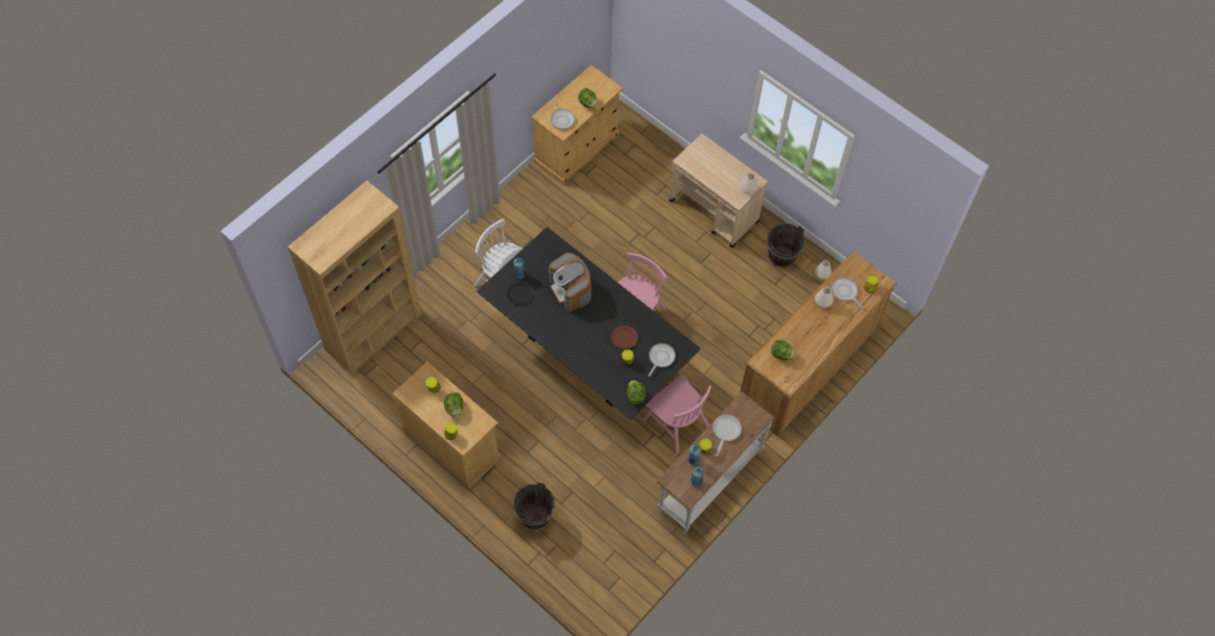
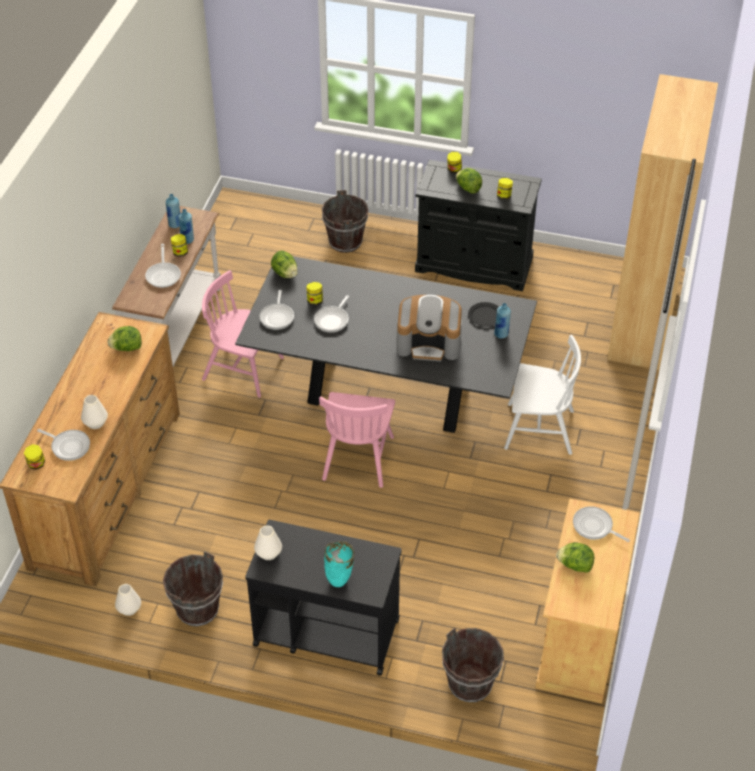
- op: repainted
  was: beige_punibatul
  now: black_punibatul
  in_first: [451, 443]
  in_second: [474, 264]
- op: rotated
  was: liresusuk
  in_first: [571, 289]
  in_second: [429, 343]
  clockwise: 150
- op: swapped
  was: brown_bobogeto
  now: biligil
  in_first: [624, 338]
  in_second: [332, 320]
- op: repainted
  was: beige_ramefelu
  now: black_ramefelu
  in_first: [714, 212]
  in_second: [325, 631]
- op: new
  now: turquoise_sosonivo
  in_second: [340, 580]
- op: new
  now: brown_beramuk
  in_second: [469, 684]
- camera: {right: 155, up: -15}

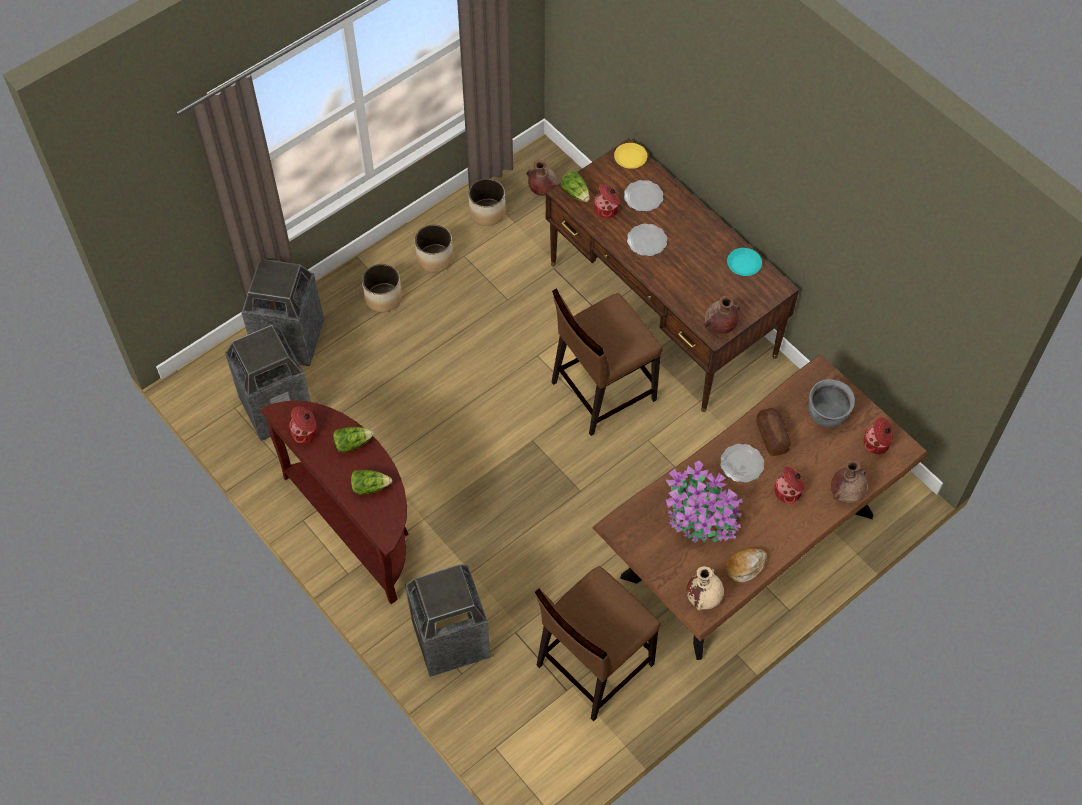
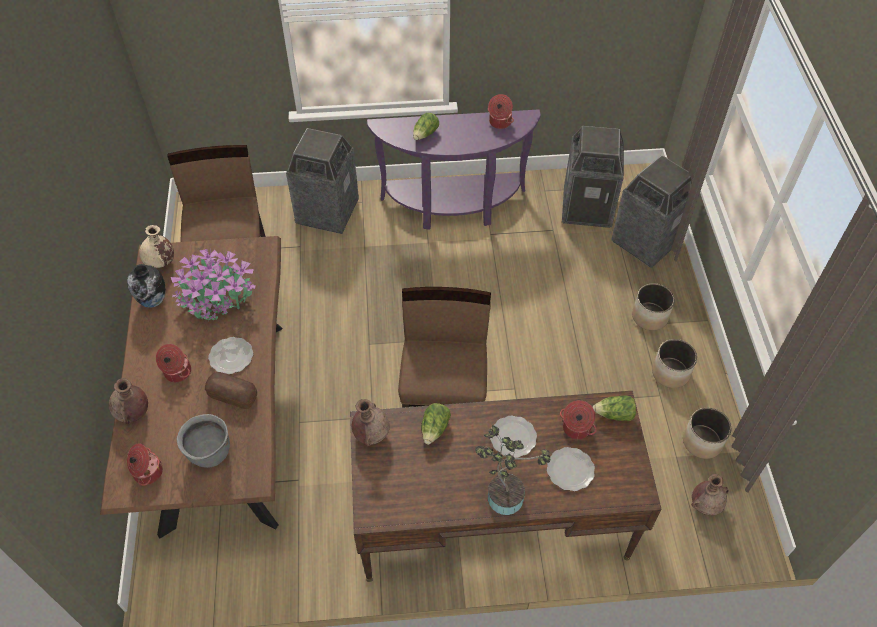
- op: repainted
  was: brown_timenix
  now: purple_timenix
  in_first: [358, 524]
  in_second: [454, 207]
- op: shifted
  was: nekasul
  in_first: [352, 443]
  in_second: [435, 429]
- op: gone
  was: yellow_bobogeto
  in_first: [630, 158]
- op: swapped
  was: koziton
  now: sosonivo
  in_first: [745, 567]
  in_second: [154, 302]
- op: gone
  was: turquoise_bobogeto
  in_first: [744, 264]
- op: new
  now: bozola
  in_second: [503, 494]
- camera: {right: 125, up: -5}

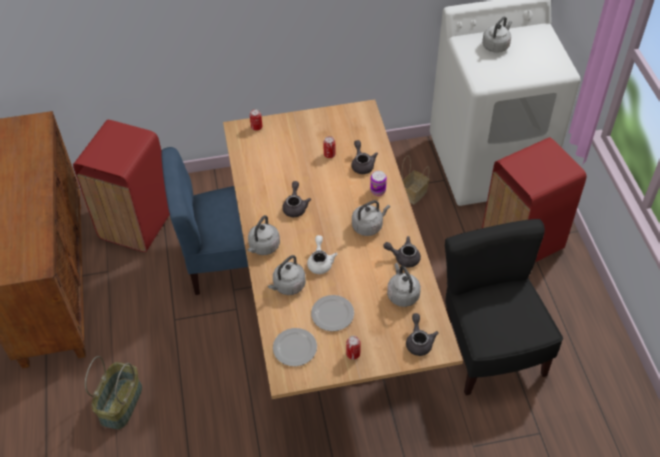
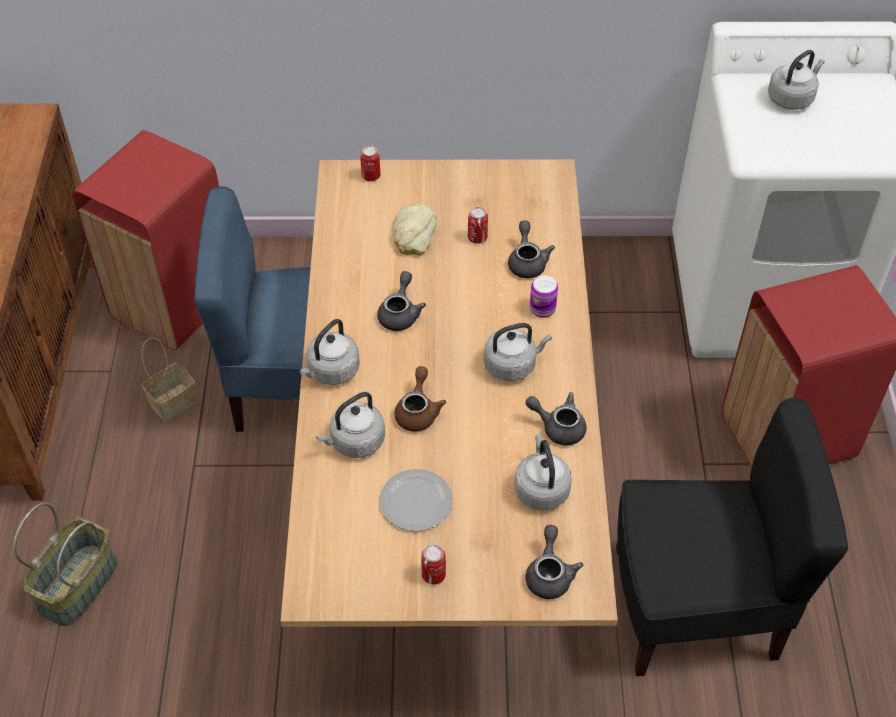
- op: gone
  was: bobogeto
  in_first: [295, 347]
- op: repainted
  was: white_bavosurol
  now: brown_bavosurol
  in_first: [320, 262]
  in_second: [418, 411]
- op: shifted
  was: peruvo
  in_first: [413, 193]
  in_second: [174, 401]
- op: rotated
  was: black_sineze
  in_first: [491, 350]
  in_second: [696, 607]
  clockwise: 90
- op: new
  now: koziton
  in_second: [413, 235]
- camera: {right: 10, up: 0}

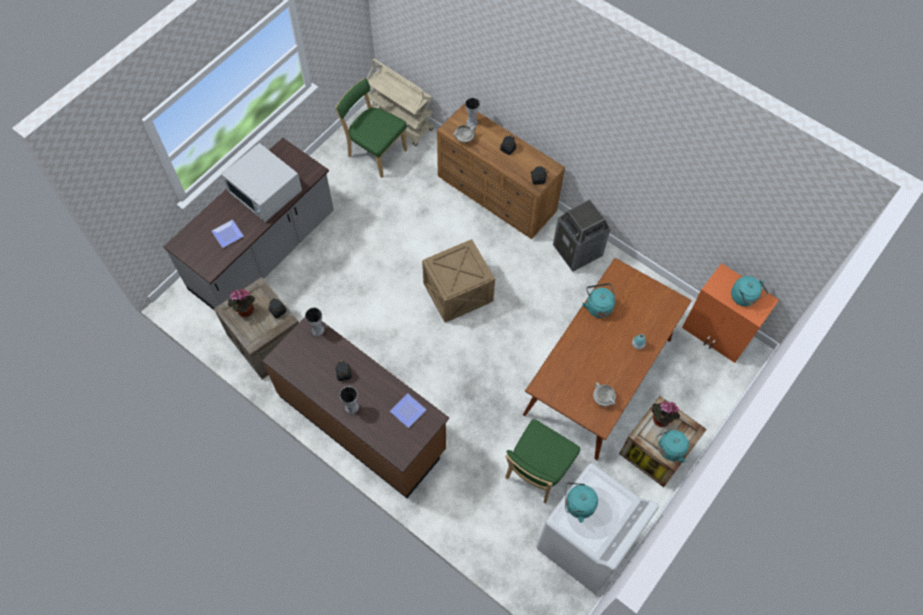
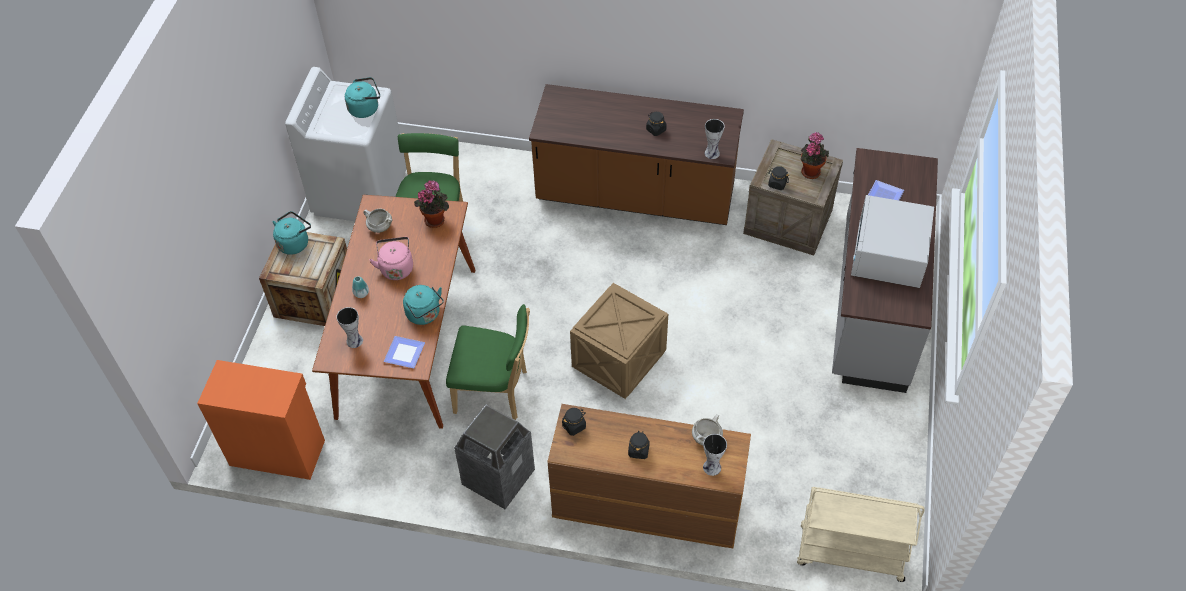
- op: rotated
  was: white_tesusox
  in_first: [265, 192]
  in_second: [888, 255]
  clockwise: -90
- op: shifted
  was: green_sineze
  in_first: [375, 152]
  in_second: [495, 392]
- op: shifted
  was: sosonivo
  in_first: [351, 407]
  in_second: [355, 340]
- op: shifted
  was: bobogeto
  in_first: [406, 411]
  in_second: [406, 352]
- op: shifted
  was: bozola
  in_first: [659, 420]
  in_second: [435, 219]
- op: gone
  was: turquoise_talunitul
  in_first: [744, 298]
- op: new
  now: pink_talunitul
  in_second: [396, 267]
- camera: {right: 155, up: -10}

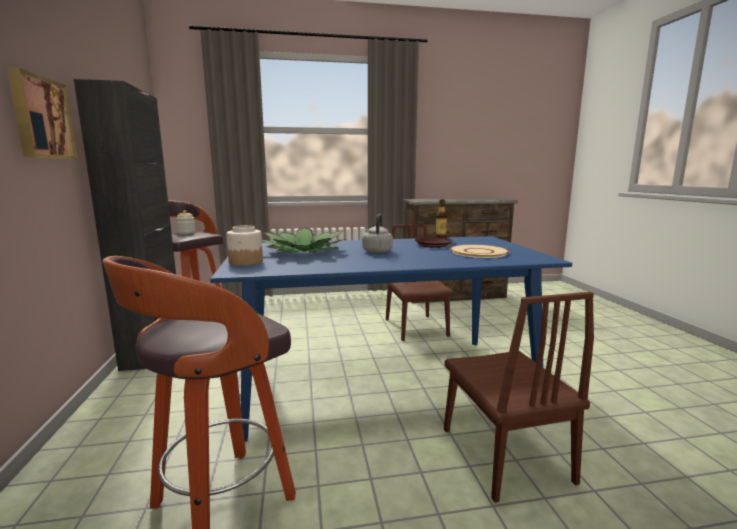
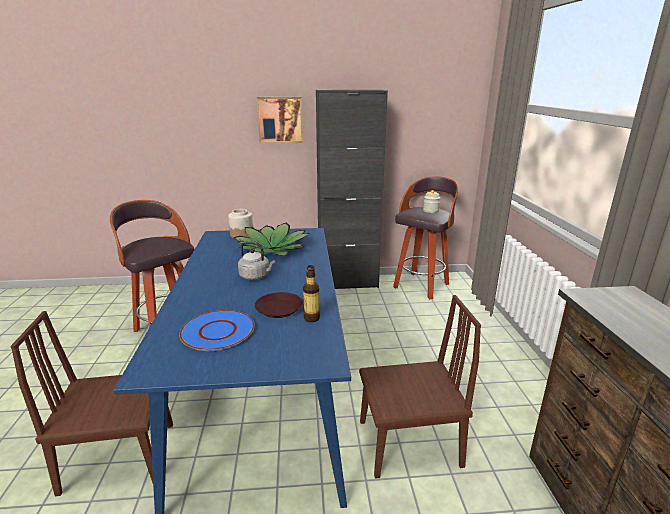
- op: repainted
  was: beige_bobogeto
  now: blue_bobogeto
  in_first: [478, 252]
  in_second: [217, 331]
- camera: {right: 95, up: 10}

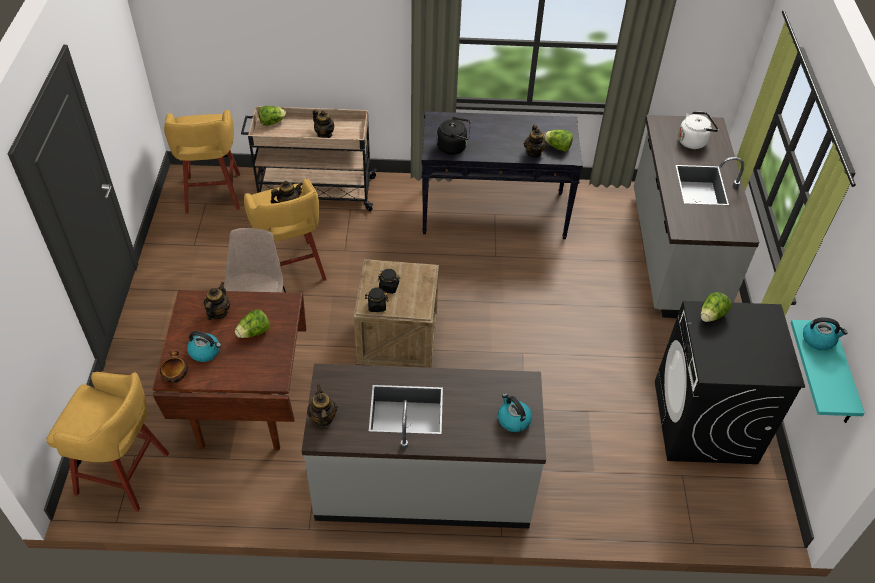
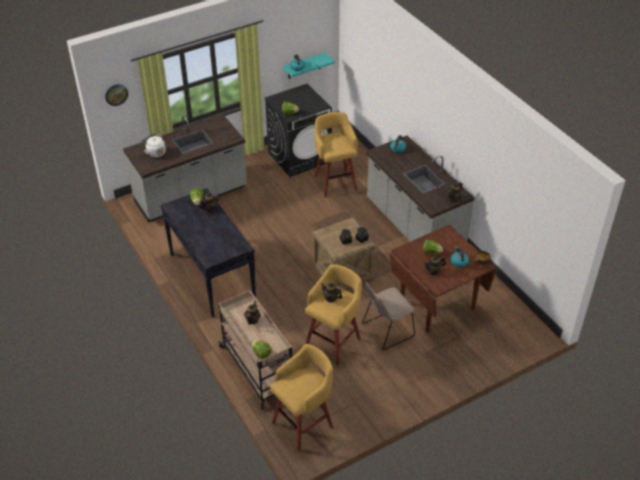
- op: shifted
  was: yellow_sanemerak
  in_first: [125, 474]
  in_second: [335, 182]
- op: gone
  was: black_talunitul
  in_first: [454, 147]
- op: new
  now: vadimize
  in_second: [116, 94]
- camera: {right: -120, up: -5}

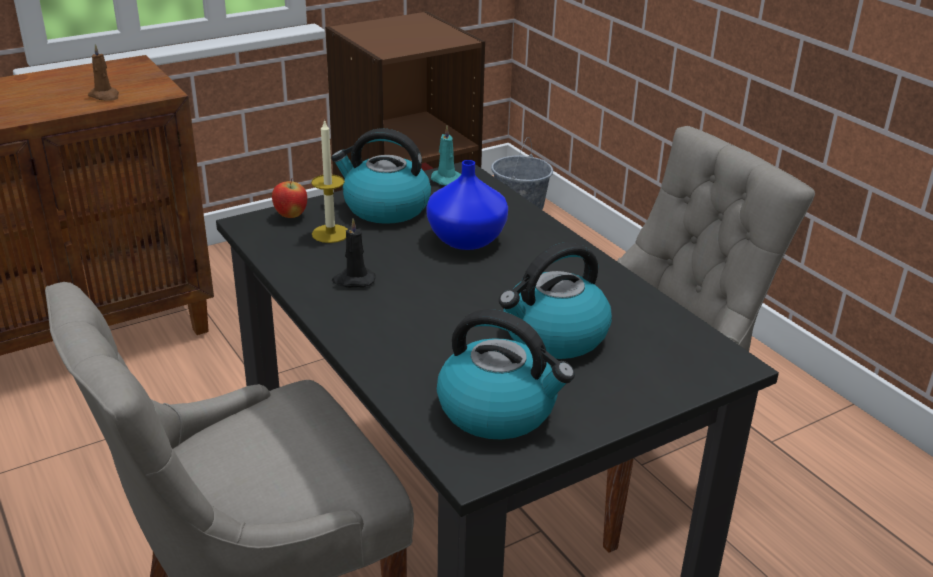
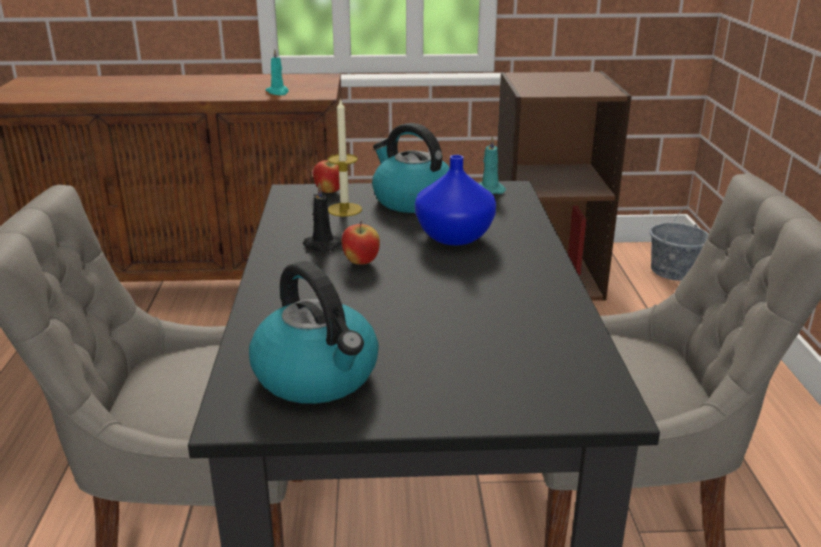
- op: repainted
  was: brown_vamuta
  now: turquoise_vamuta
  in_first: [105, 96]
  in_second: [278, 92]
- op: gone
  was: talunitul
  in_first: [553, 336]
- op: new
  now: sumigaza
  in_second: [361, 263]
- camera: {right: 30, up: -5}

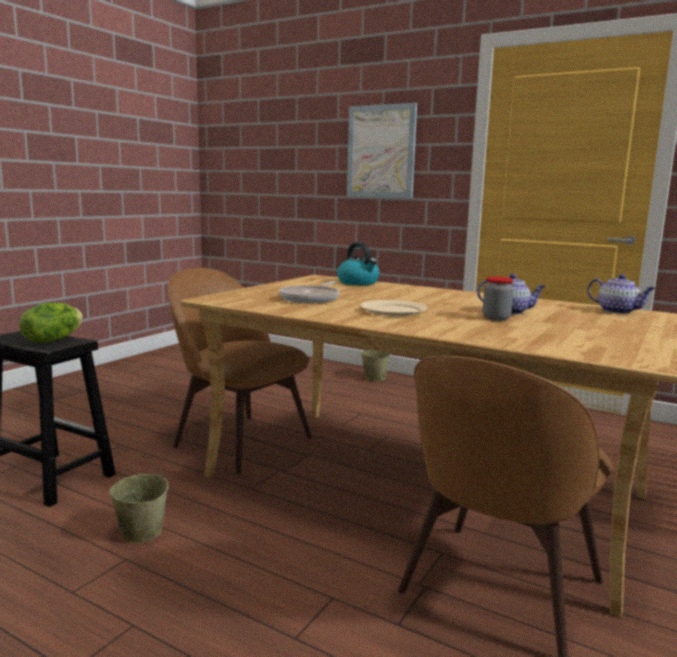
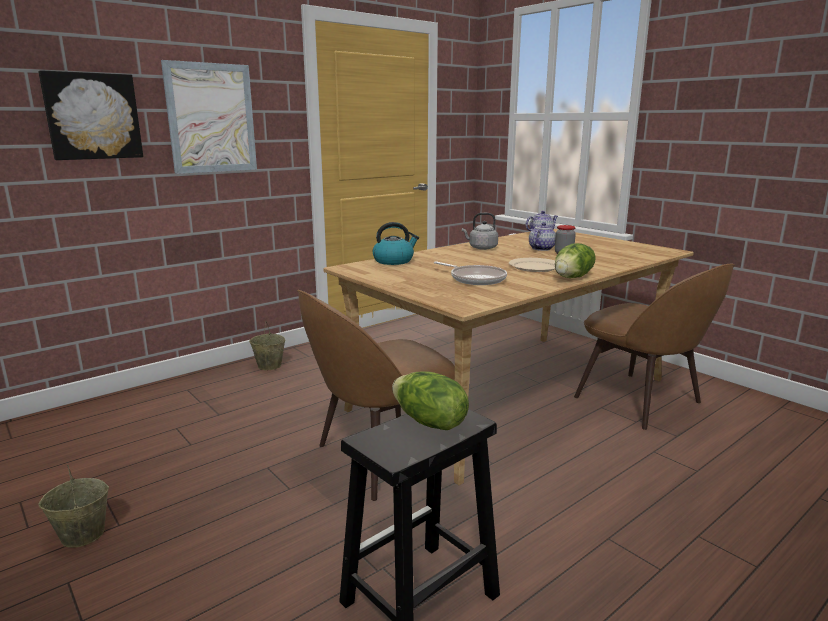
- op: shifted
  was: beige_beramuk
  in_first: [141, 531]
  in_second: [82, 535]
- op: new
  now: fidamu
  in_second: [92, 116]
- op: new
  now: grey_talunitul
  in_second: [481, 248]
- op: new
  now: nekasul
  in_second: [573, 277]
- camera: {right: -70, up: 5}

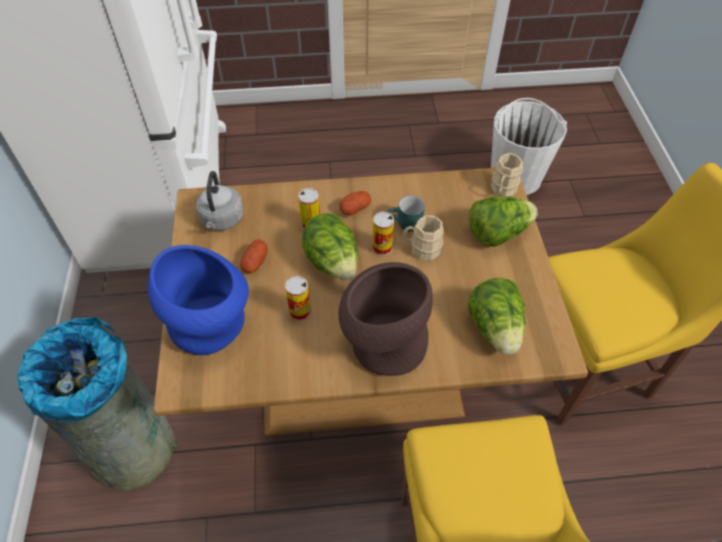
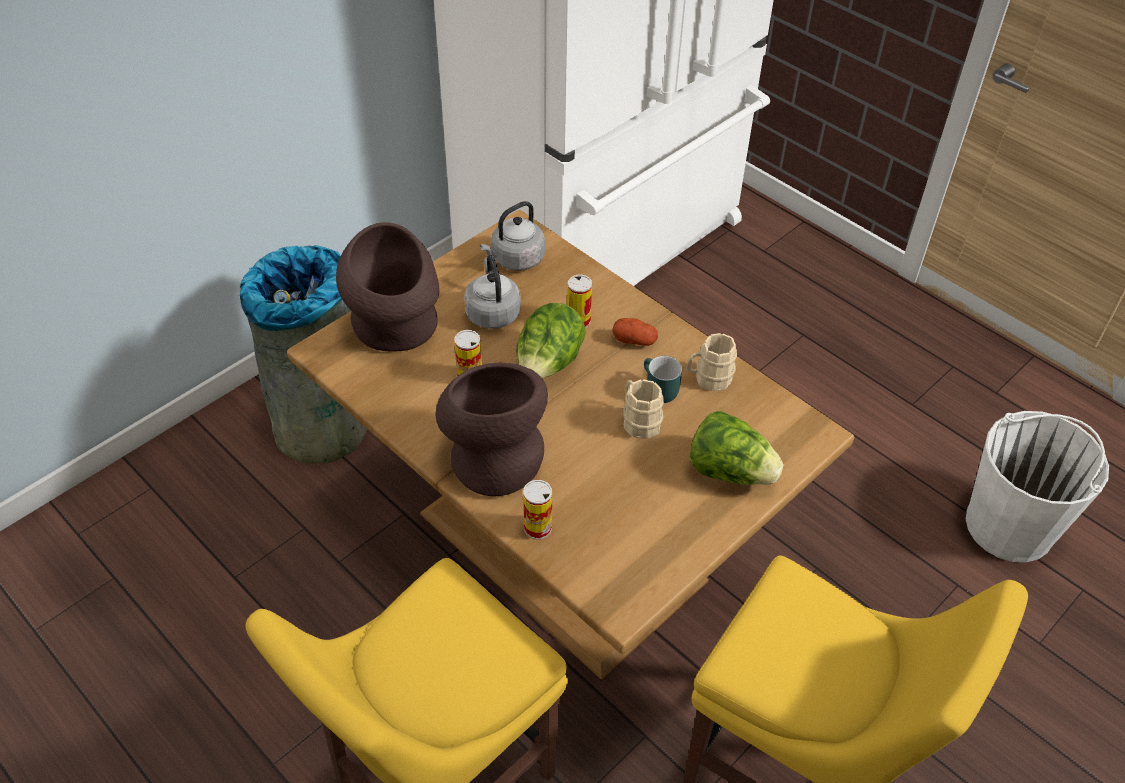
- op: repainted
  was: blue_sosonivo
  now: brown_sosonivo
  in_first: [213, 327]
  in_second: [396, 331]
- op: swapped
  was: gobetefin
  now: grey_talunitul
  in_first: [255, 262]
  in_second: [492, 312]
- op: shifted
  was: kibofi
  in_first: [382, 247]
  in_second: [537, 527]
- op: gone
  was: nekasul
  in_first: [495, 328]
- op: shifted
  was: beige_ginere
  in_first: [502, 190]
  in_second: [708, 378]
- camera: {right: 50, up: -5}

